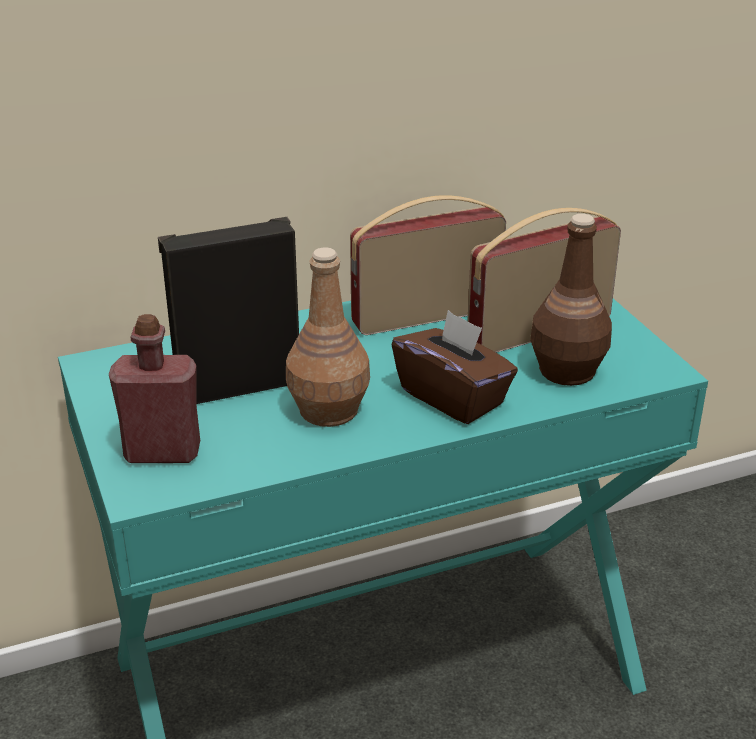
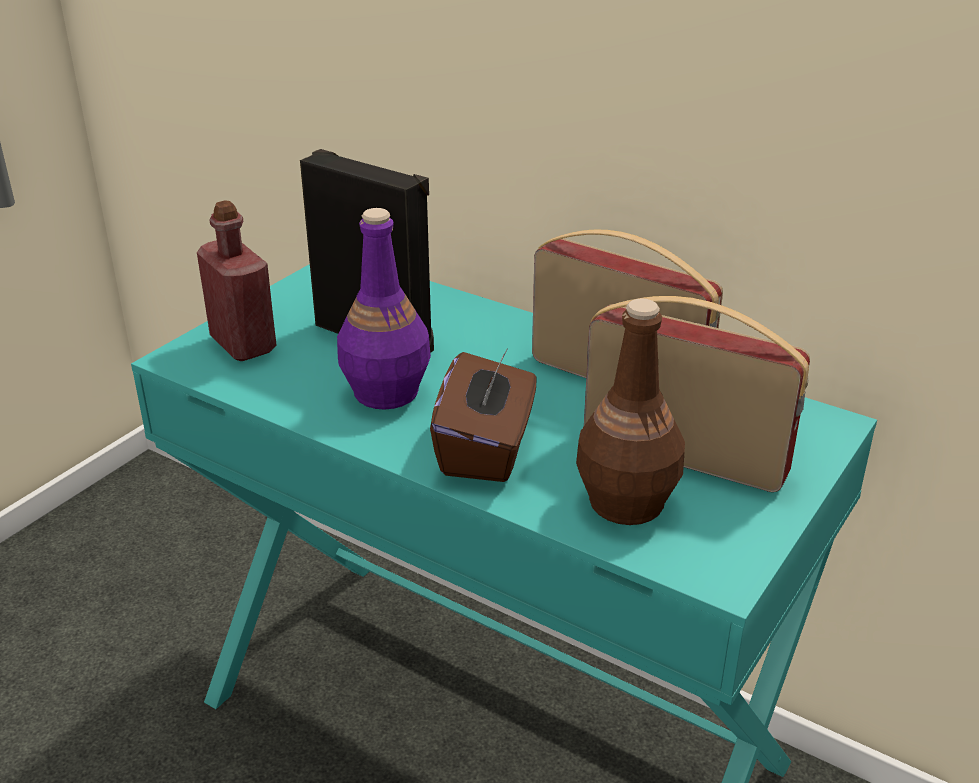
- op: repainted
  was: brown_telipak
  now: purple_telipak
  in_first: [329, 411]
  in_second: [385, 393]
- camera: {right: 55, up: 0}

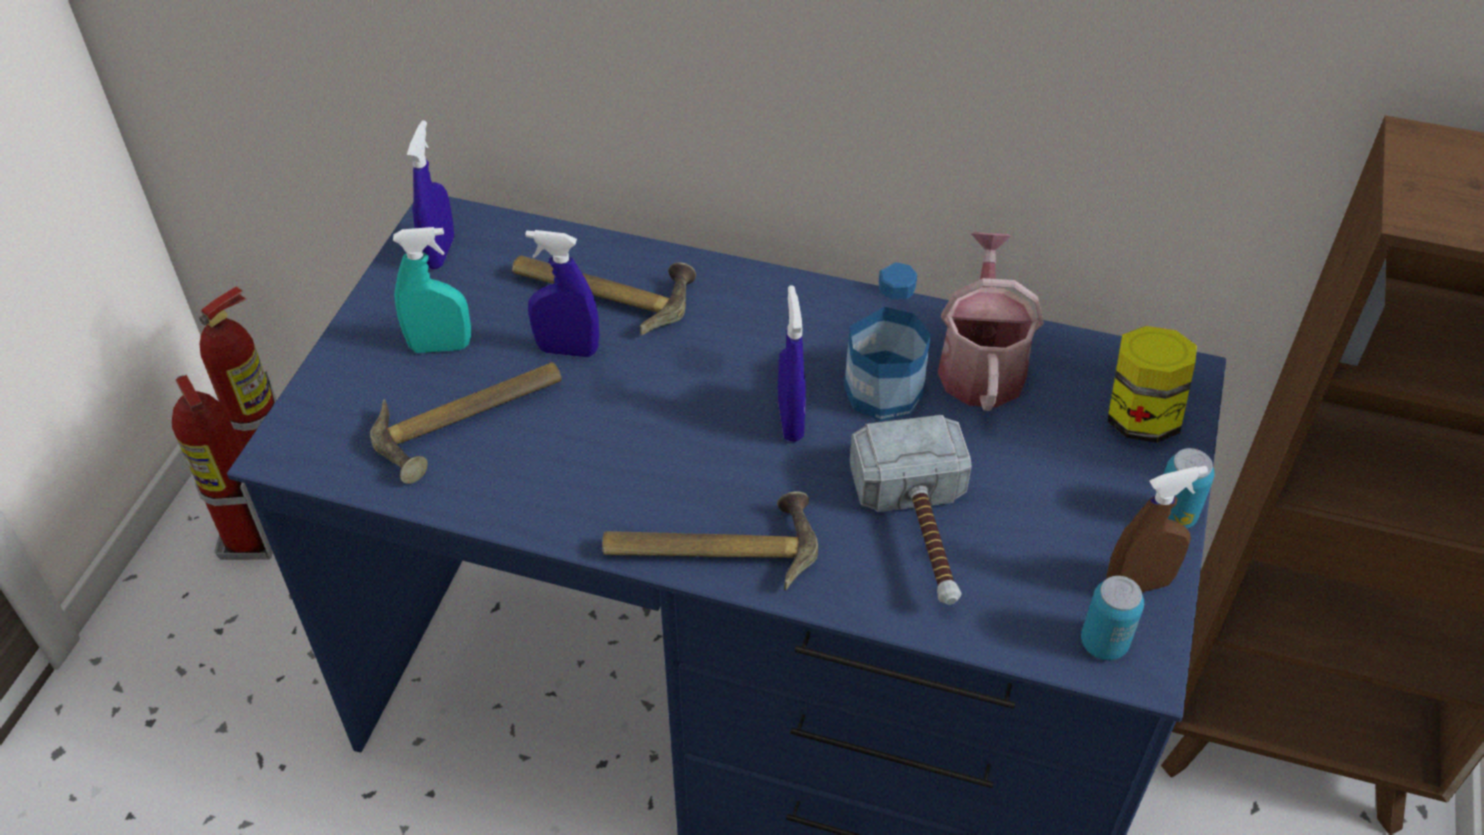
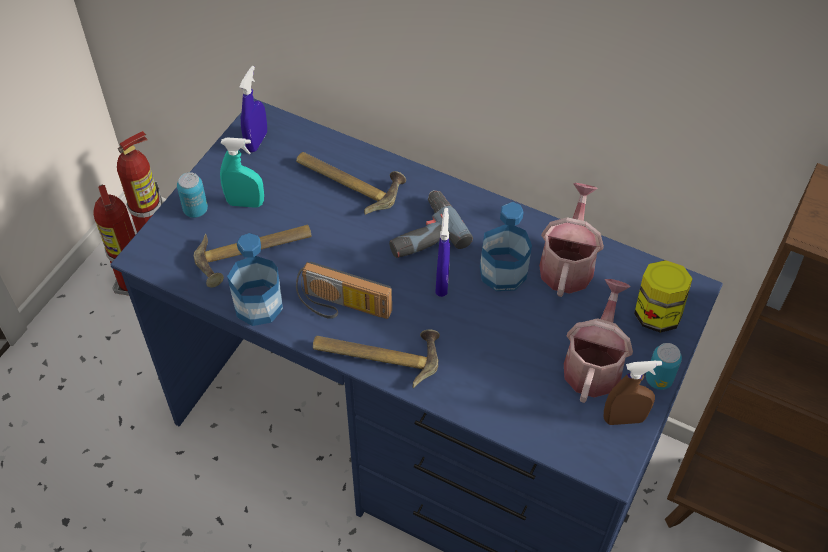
- op: gone
  was: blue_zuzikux
  in_first: [567, 350]
- op: gone
  was: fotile
  in_first: [921, 532]
- op: shifted
  was: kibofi
  in_first: [1104, 643]
  in_second: [195, 210]
- op: new
  now: telipak
  in_second: [258, 305]
- op: new
  now: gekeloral
  in_second: [341, 308]
- op: new
  now: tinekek
  in_second: [422, 232]
- op: new
  now: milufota
  in_second: [594, 363]
- camera: {right: 10, up: 5}

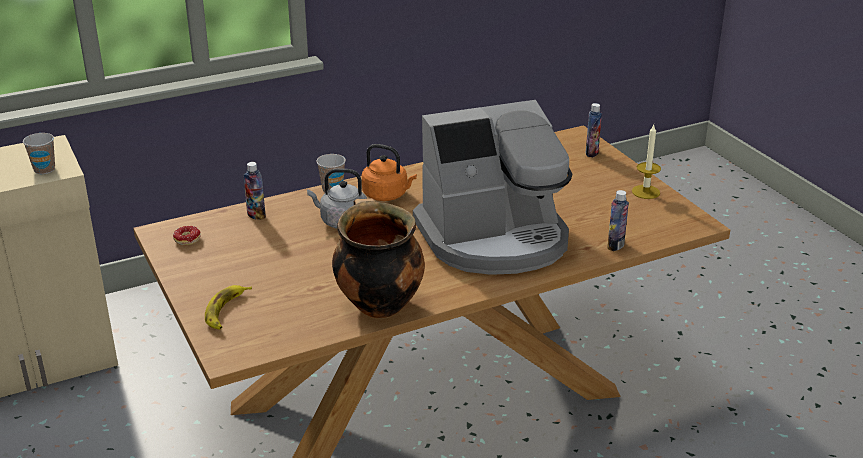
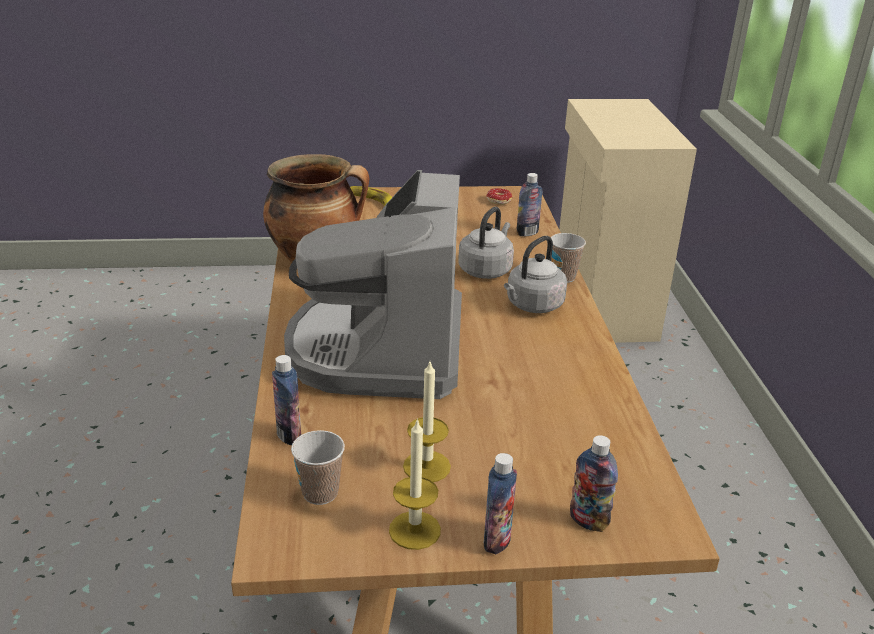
- op: shifted
  was: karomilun
  in_first: [44, 169]
  in_second: [320, 493]
- op: repainted
  was: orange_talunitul
  now: grey_talunitul
  in_first: [387, 195]
  in_second: [532, 305]
- op: new
  now: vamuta
  in_second: [426, 466]
- op: new
  now: telipak
  in_second: [497, 540]
- camera: {right: 110, up: 0}

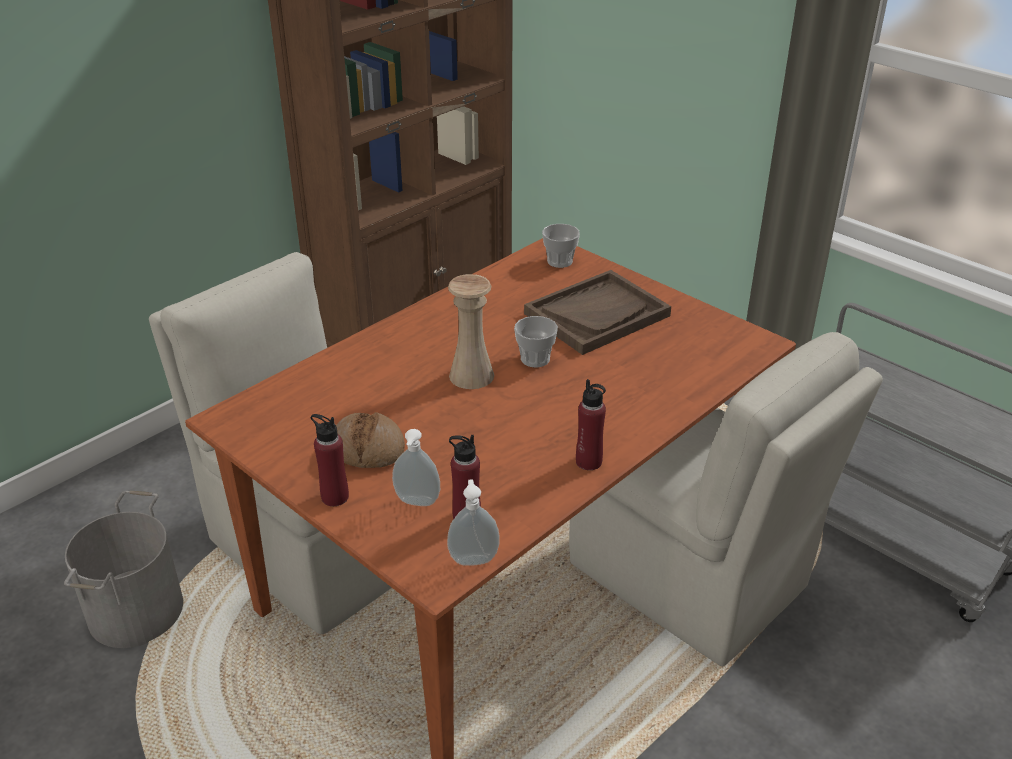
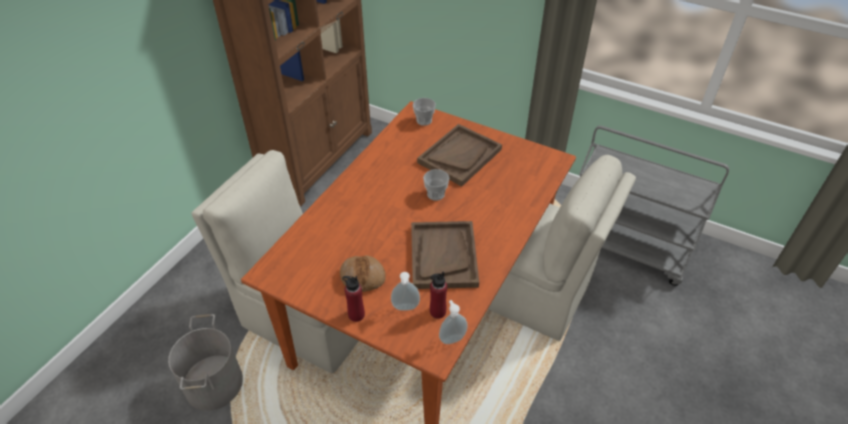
- op: gone
  was: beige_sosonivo
  in_first: [471, 375]
- op: gone
  was: red_telipak
  in_first: [589, 462]
- op: new
  now: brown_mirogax
  in_second: [443, 256]
- camera: {right: -15, up: 10}

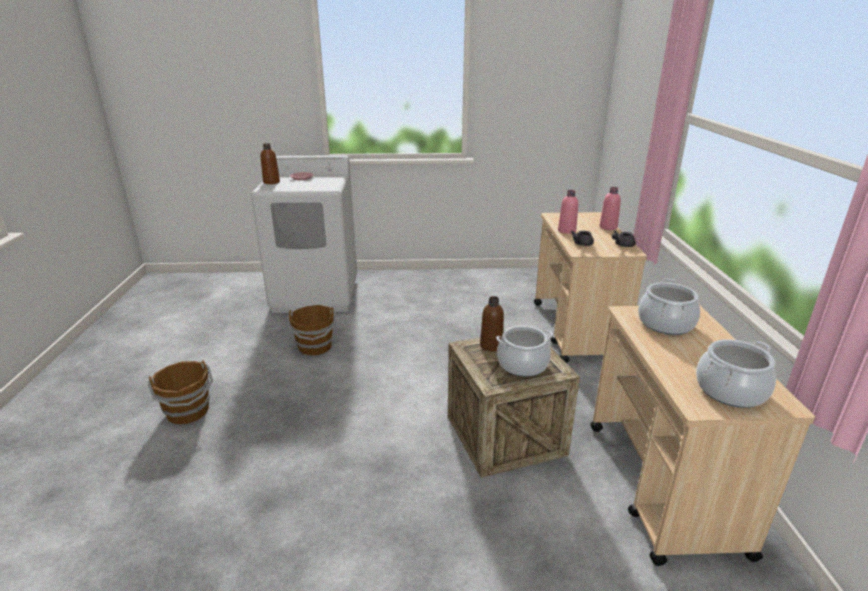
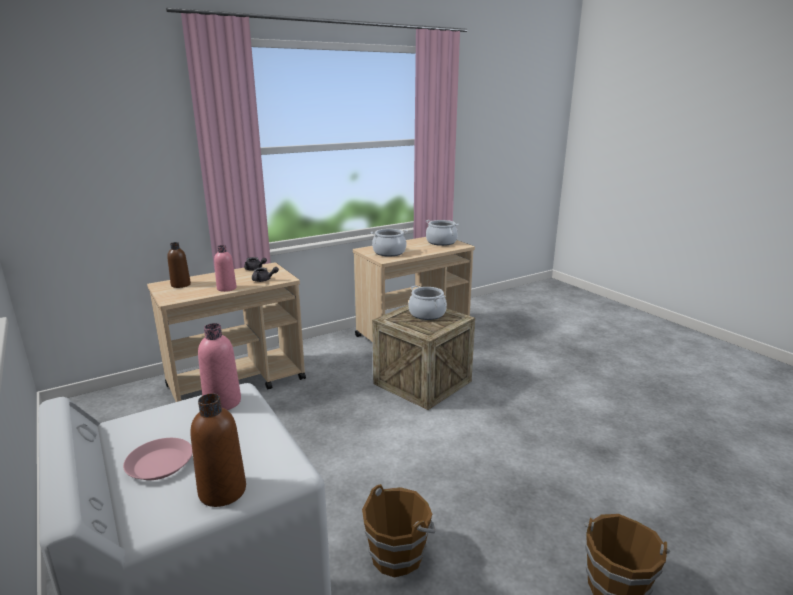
- op: shifted
  was: brown_telipak
  in_first: [491, 345]
  in_second: [181, 285]
- op: shifted
  was: pink_telipak
  in_first: [608, 227]
  in_second: [222, 402]
- camera: {right: -120, up: -5}

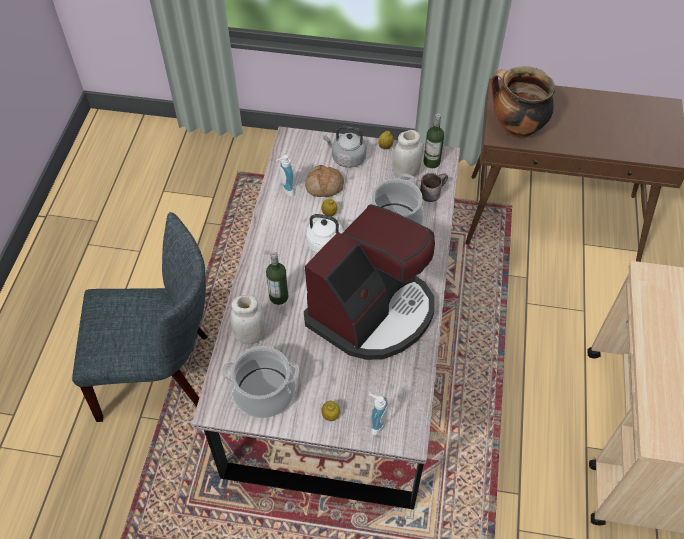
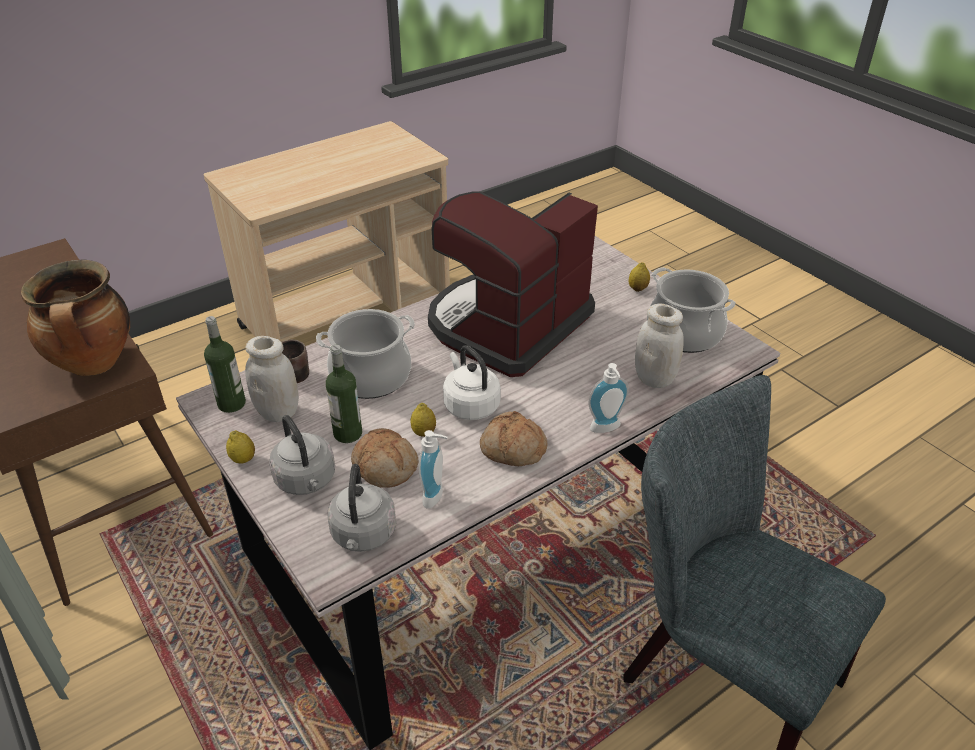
- op: shifted
  was: telipak
  in_first: [279, 297]
  in_second: [348, 433]
- op: rotated
  was: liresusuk
  in_first: [372, 311]
  in_second: [507, 325]
  clockwise: -45
- op: shifted
  was: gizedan
  in_first: [375, 424]
  in_second: [606, 429]
- op: new
  now: grey_talunitul
  in_second: [363, 535]
- op: new
  now: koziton
  in_second: [512, 449]
- camera: {right: -135, up: -15}

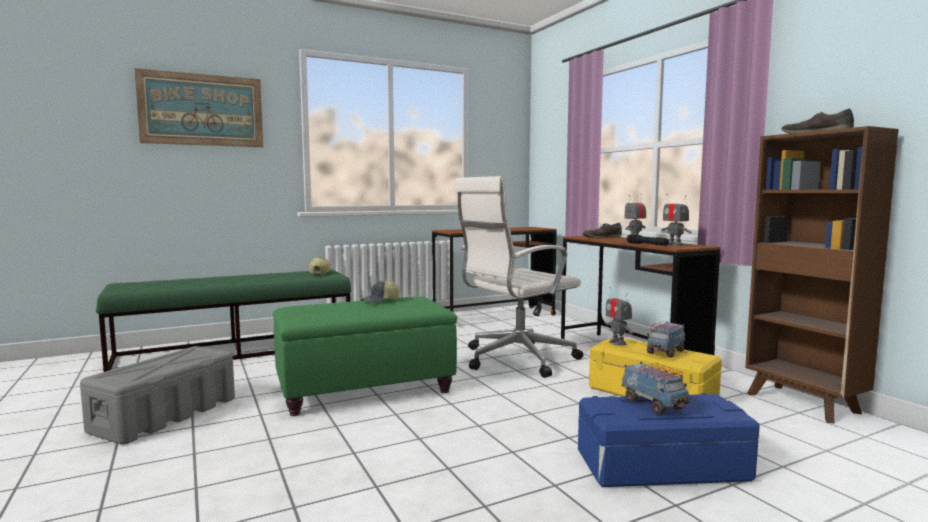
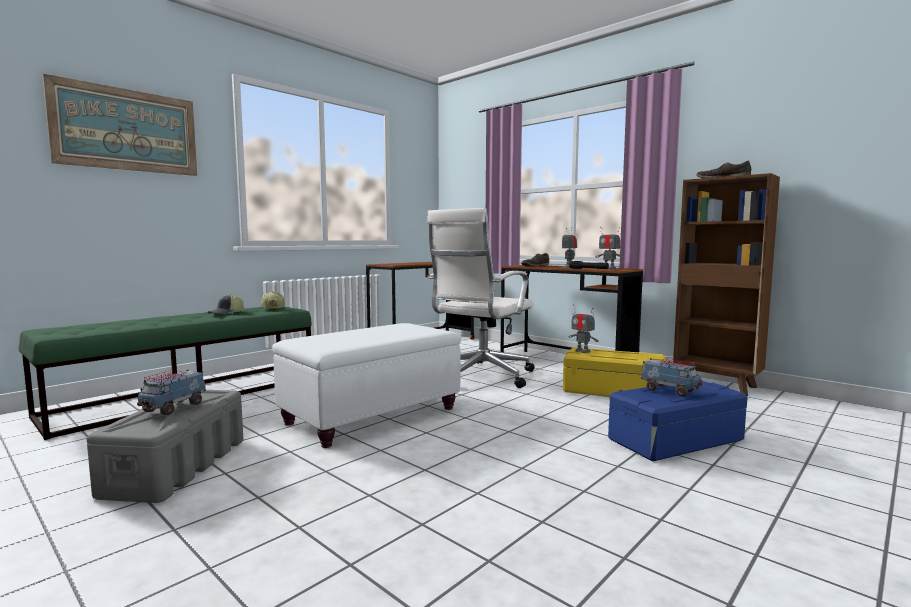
- op: repainted
  was: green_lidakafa
  now: white_lidakafa
  in_first: [364, 389]
  in_second: [371, 416]
- op: shifted
  was: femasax
  in_first: [380, 301]
  in_second: [226, 313]
- op: shifted
  was: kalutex
  in_first: [665, 352]
  in_second: [173, 408]
- camera: {right: -20, up: 0}

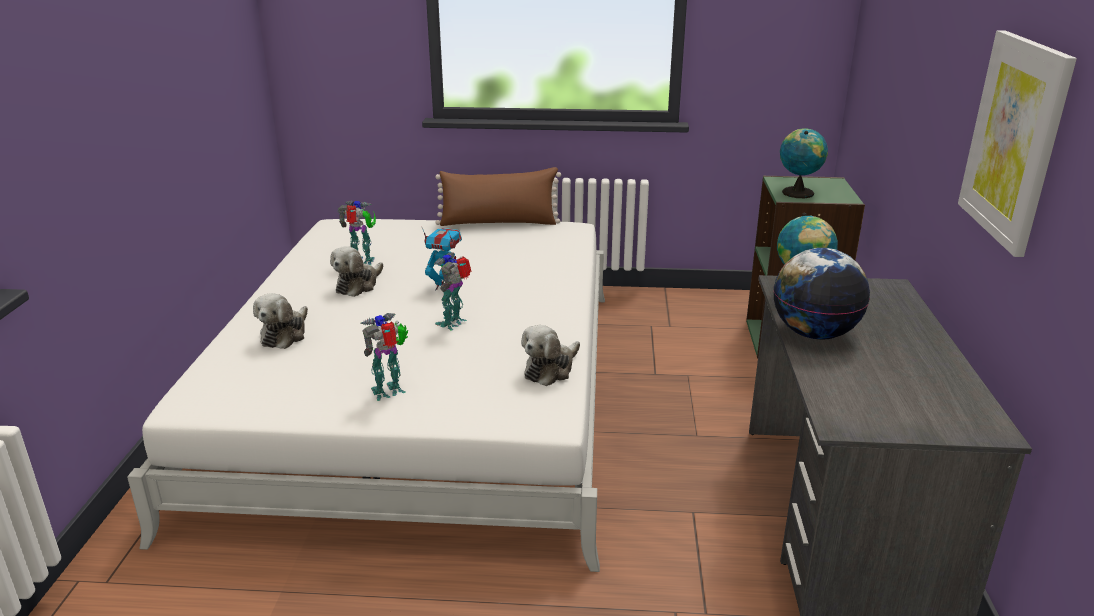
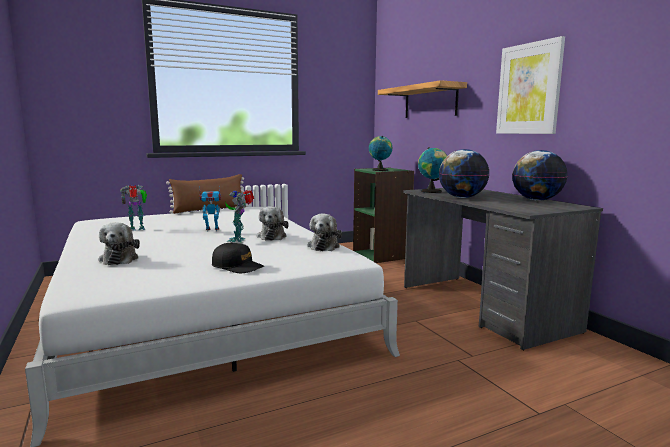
- op: shifted
  was: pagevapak
  in_first: [358, 285]
  in_second: [272, 236]
- op: swapped
  was: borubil
  now: black_femasax
  in_first: [390, 392]
  in_second: [237, 267]
- op: new
  now: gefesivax
  in_second: [430, 102]
- op: new
  now: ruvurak
  in_second: [536, 200]
- camera: {right: -30, up: -15}

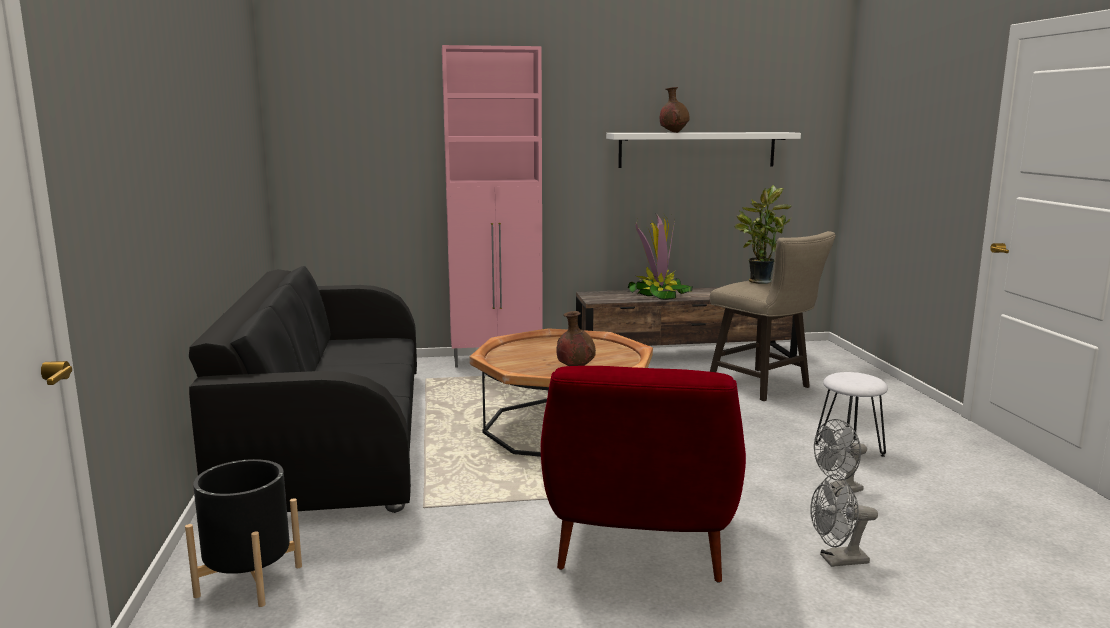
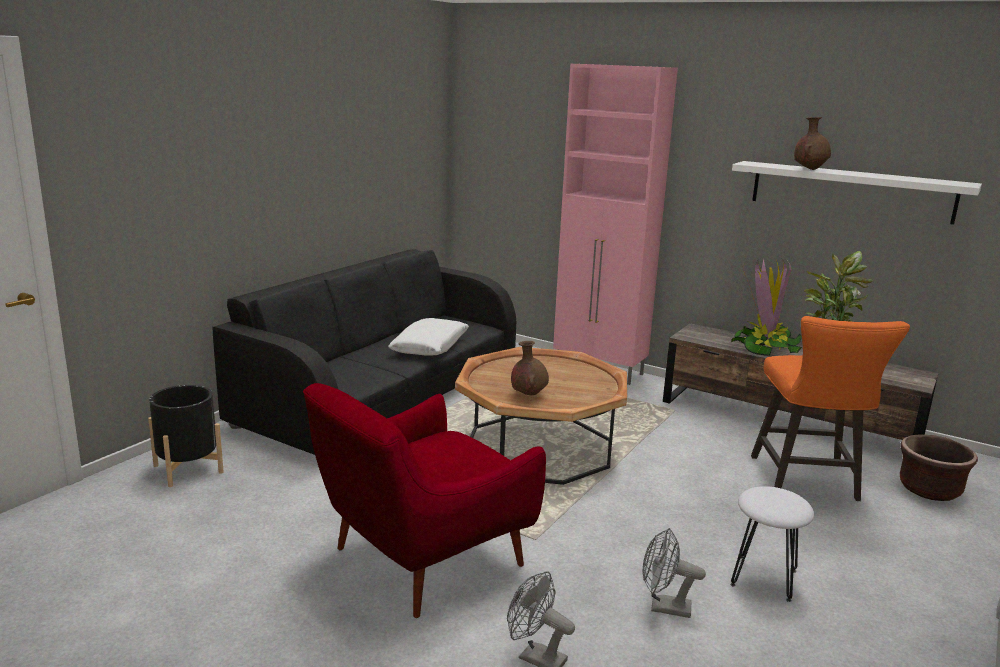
- op: repainted
  was: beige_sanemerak
  now: orange_sanemerak
  in_first: [765, 387]
  in_second: [807, 482]
- op: new
  now: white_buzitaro
  in_second: [430, 346]
- op: new
  now: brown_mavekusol
  in_second: [929, 490]
- camera: {right: 40, up: 5}

